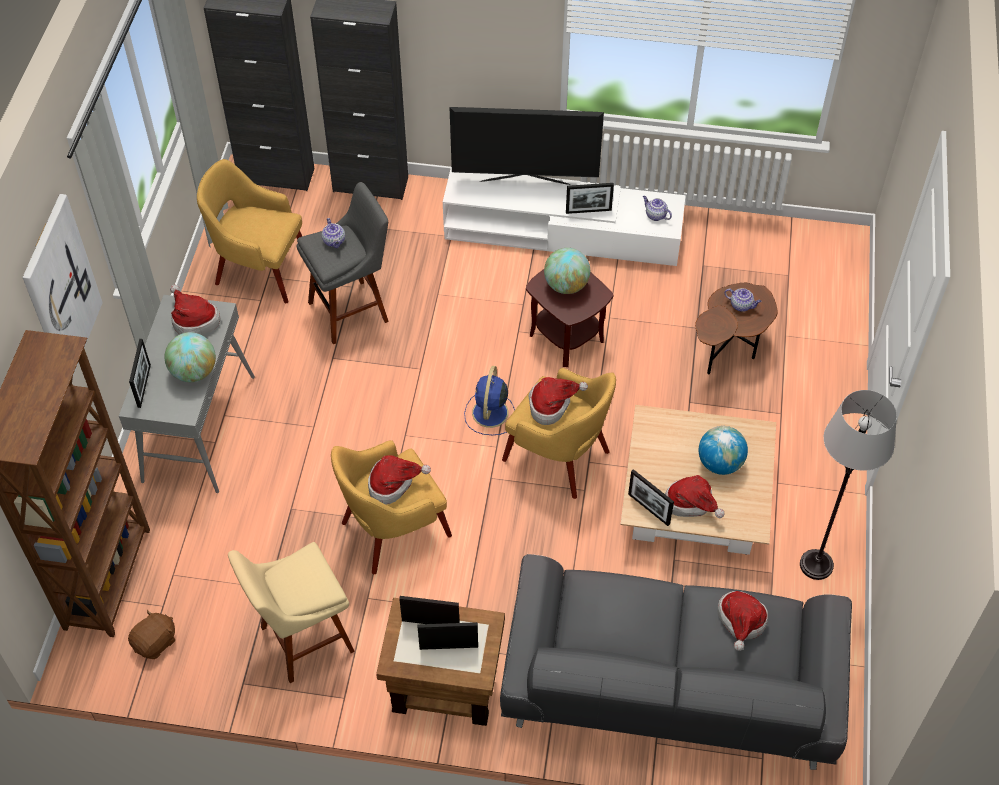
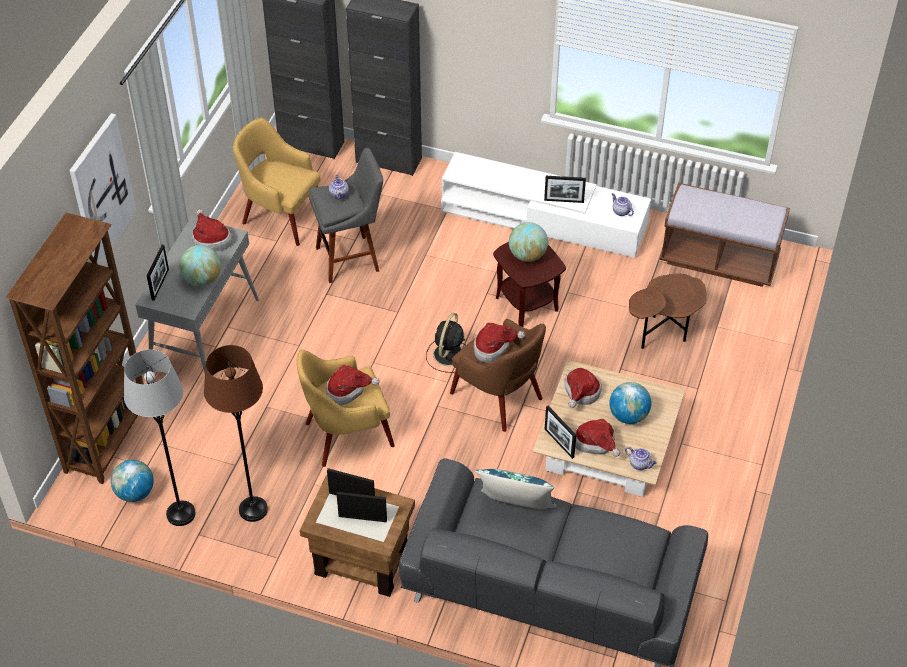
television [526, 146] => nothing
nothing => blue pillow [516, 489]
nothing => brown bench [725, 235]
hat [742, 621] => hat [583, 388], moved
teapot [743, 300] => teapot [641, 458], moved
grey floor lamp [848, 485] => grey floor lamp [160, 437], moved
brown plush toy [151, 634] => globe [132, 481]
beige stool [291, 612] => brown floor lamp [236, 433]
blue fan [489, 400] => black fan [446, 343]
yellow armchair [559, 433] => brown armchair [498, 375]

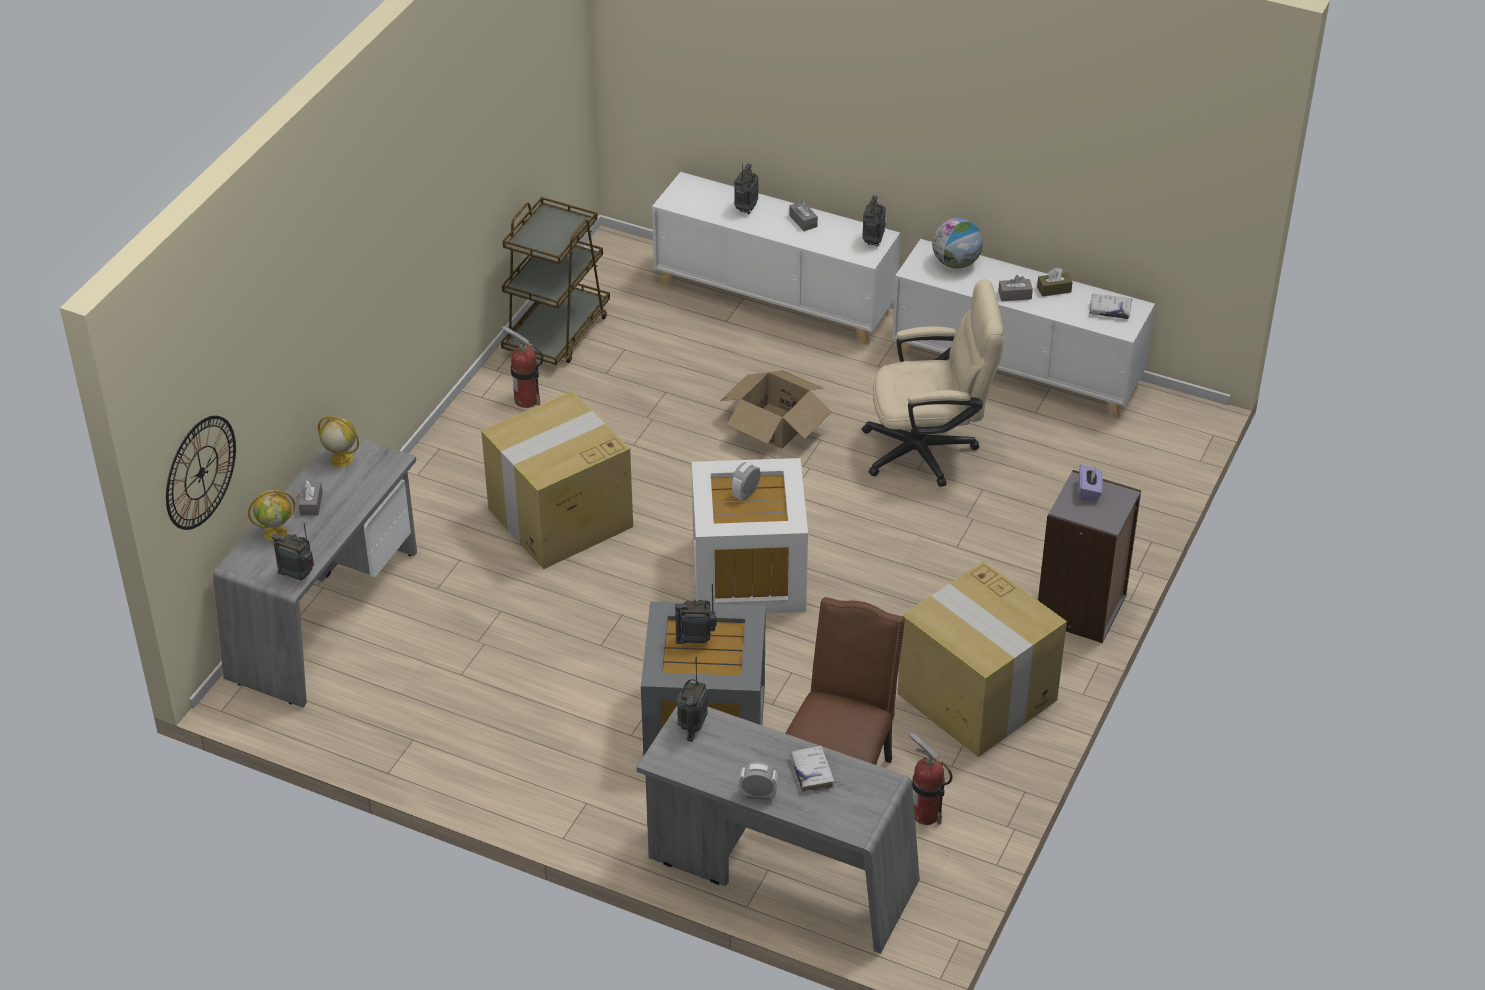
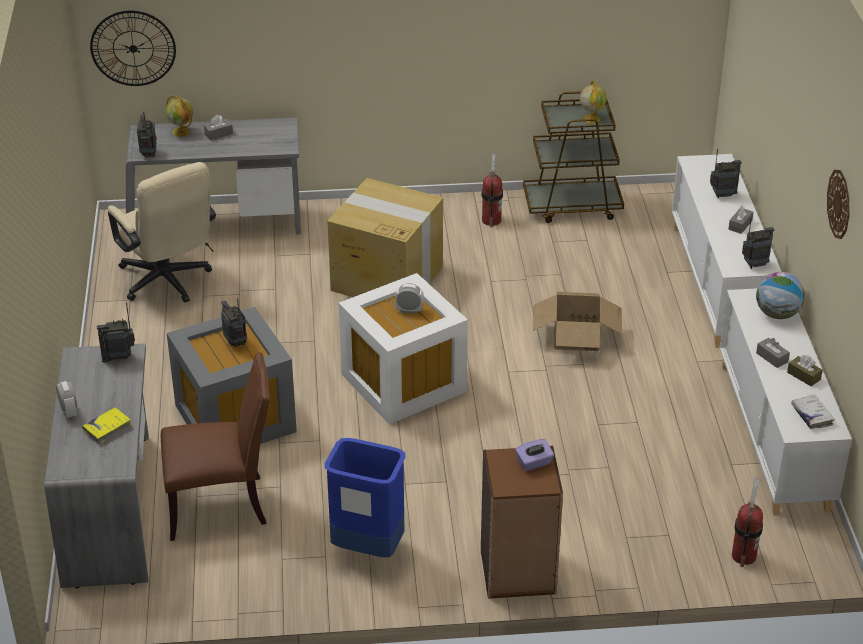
nothing => wall clock [838, 204]
globe [338, 441] => globe [593, 102], moved
beige office chair [933, 383] => beige office chair [162, 232], moved
fire extinguisher [930, 778] => fire extinguisher [747, 522], moved
cardboard box [982, 659] => blue trash can [365, 497]
white book [812, 768] => yellow book [107, 426]
grey bookcase [1089, 556] => brown bookcase [522, 522]

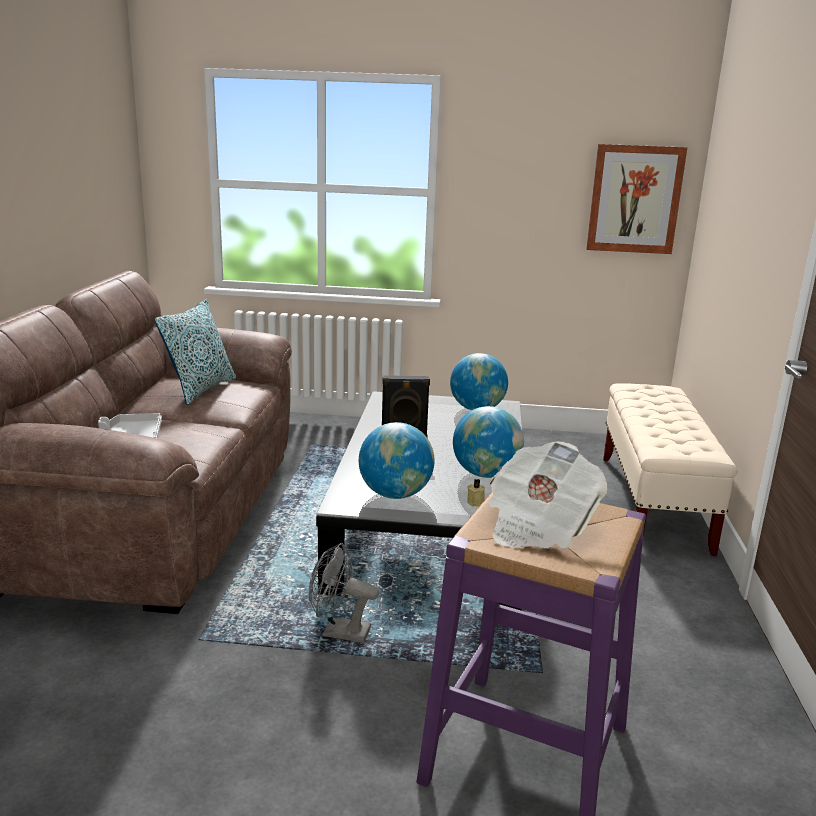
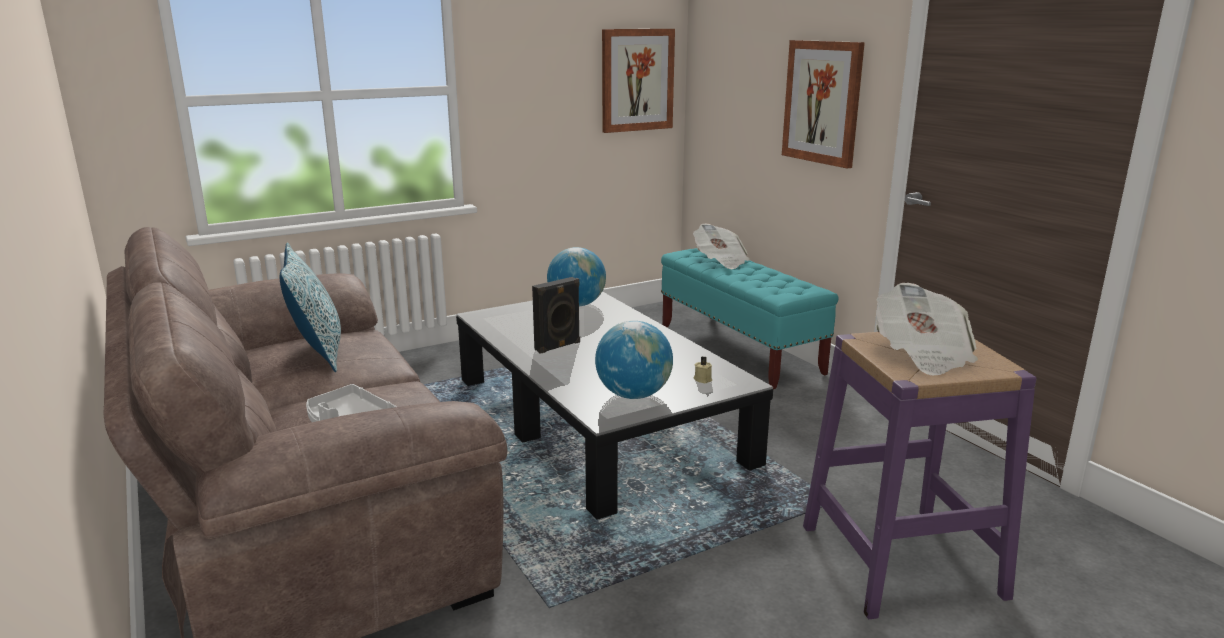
grey fan [344, 593] => nothing
globe [488, 442] => nothing
nothing => newspaper [721, 246]
nothing => picture [823, 104]
beige bench [670, 470] => turquoise bench [750, 318]

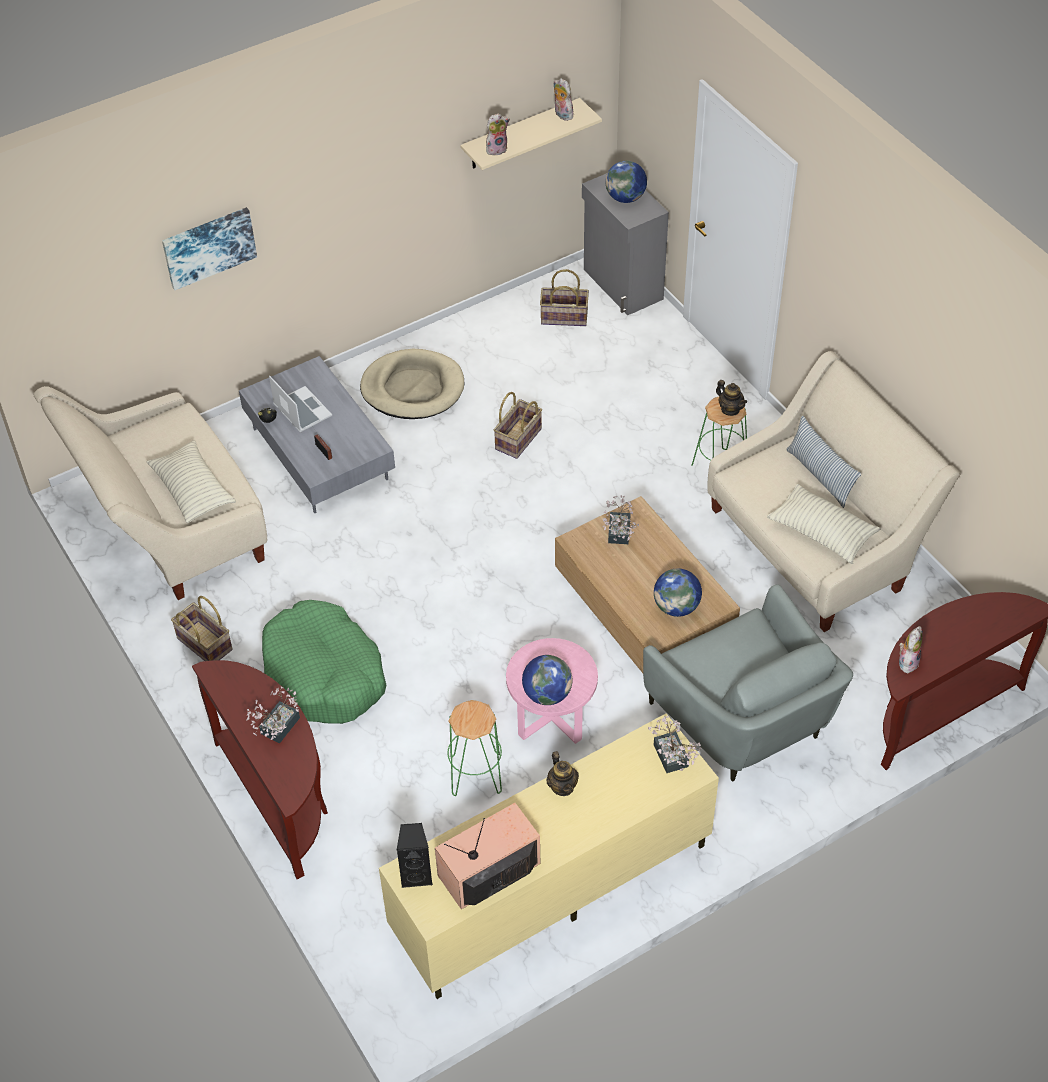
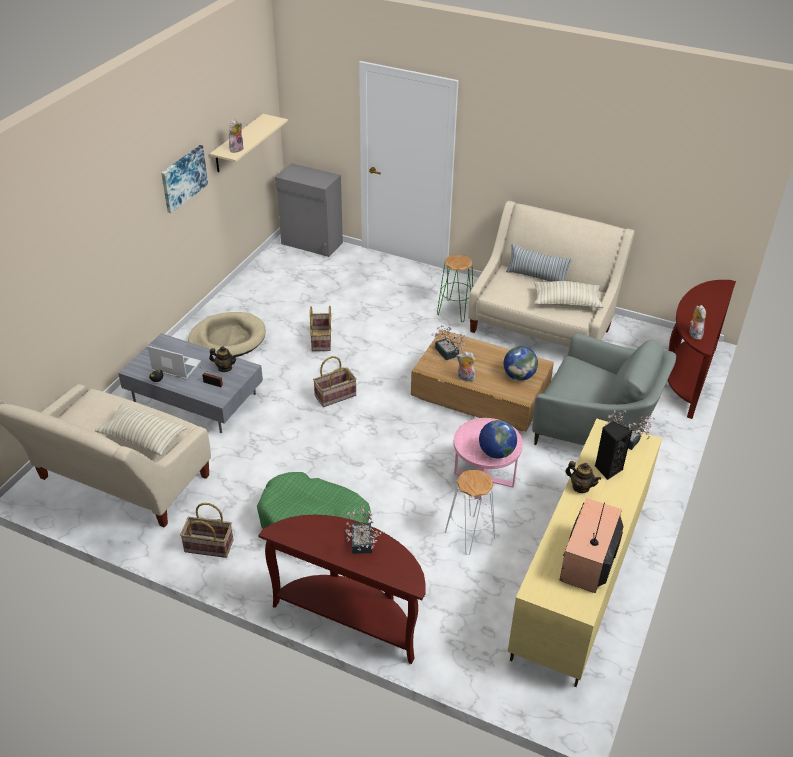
globe [626, 182] => nothing
picture [209, 248] => picture [184, 179], moved
black speaker [414, 855] => black speaker [613, 450], moved
basket [564, 297] => basket [335, 381], moved
plush toy [564, 99] => plush toy [465, 367], moved
teapot [731, 398] => teapot [223, 359], moved
green stool [475, 748] => white stool [470, 512]

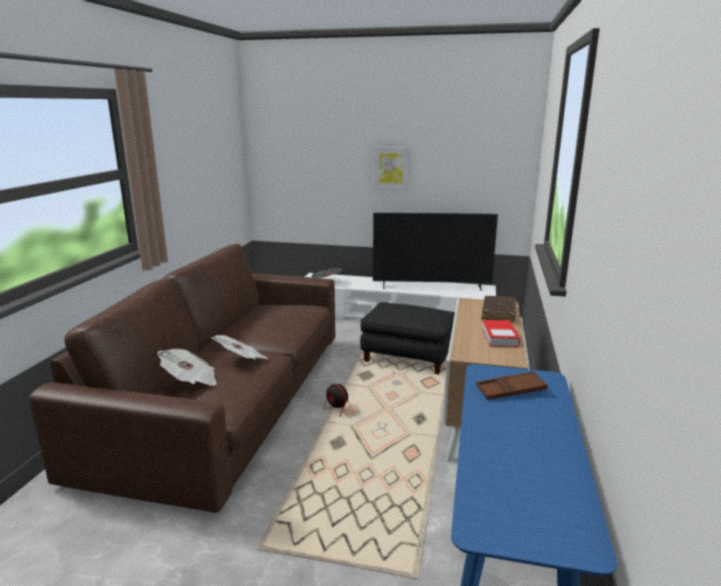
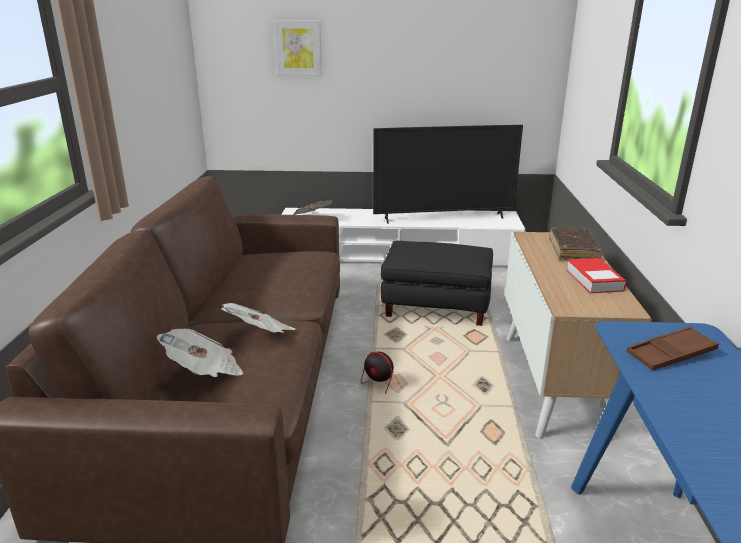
picture [391, 168] => picture [298, 48], moved

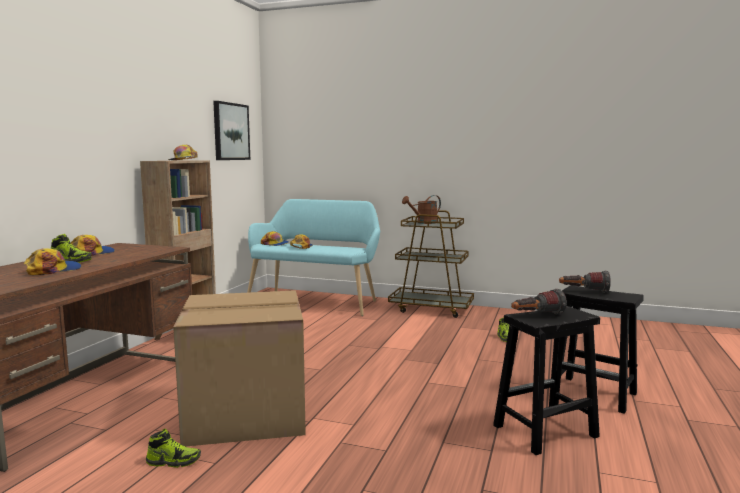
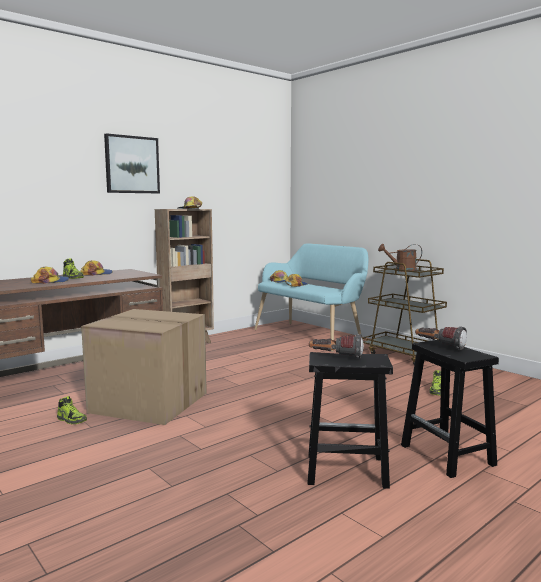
picture [231, 130] => picture [132, 163], moved

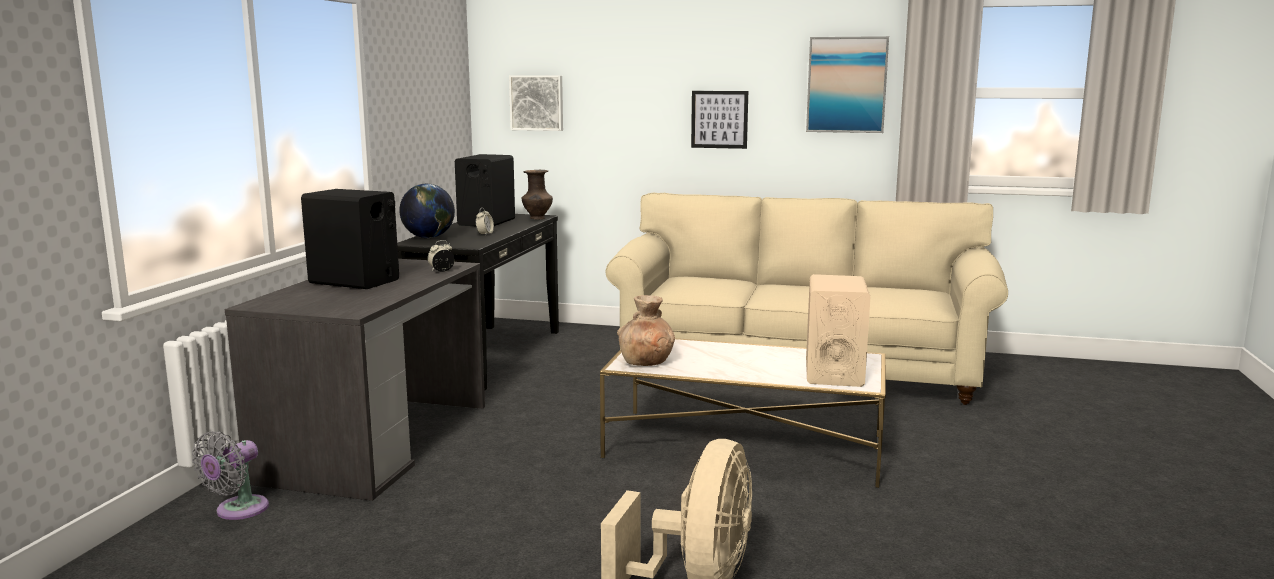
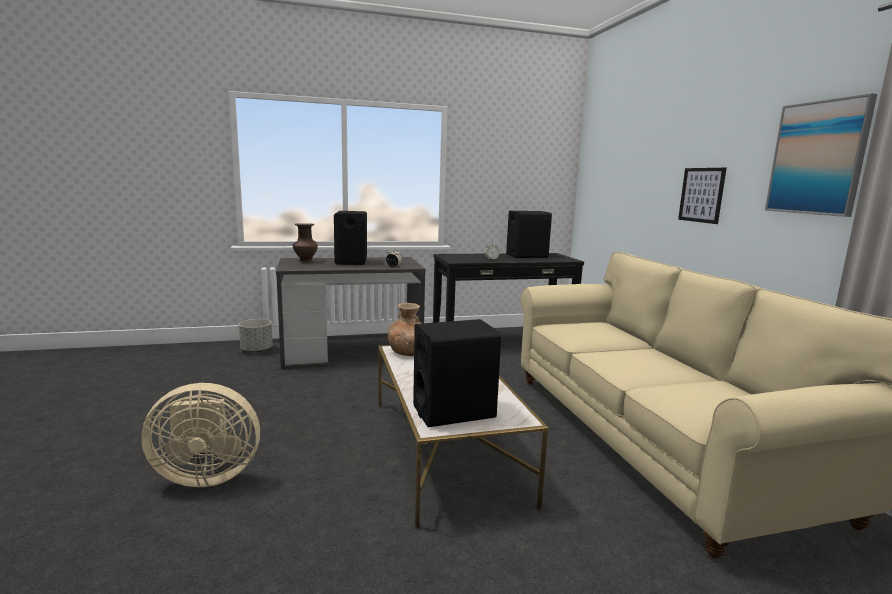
globe [427, 211] => nothing
picture [536, 103] => nothing
brown vase [537, 195] => brown vase [305, 242], moved
grey fan [230, 475] => grey planter [256, 336]
beige speaker [838, 330] => black speaker [457, 373]

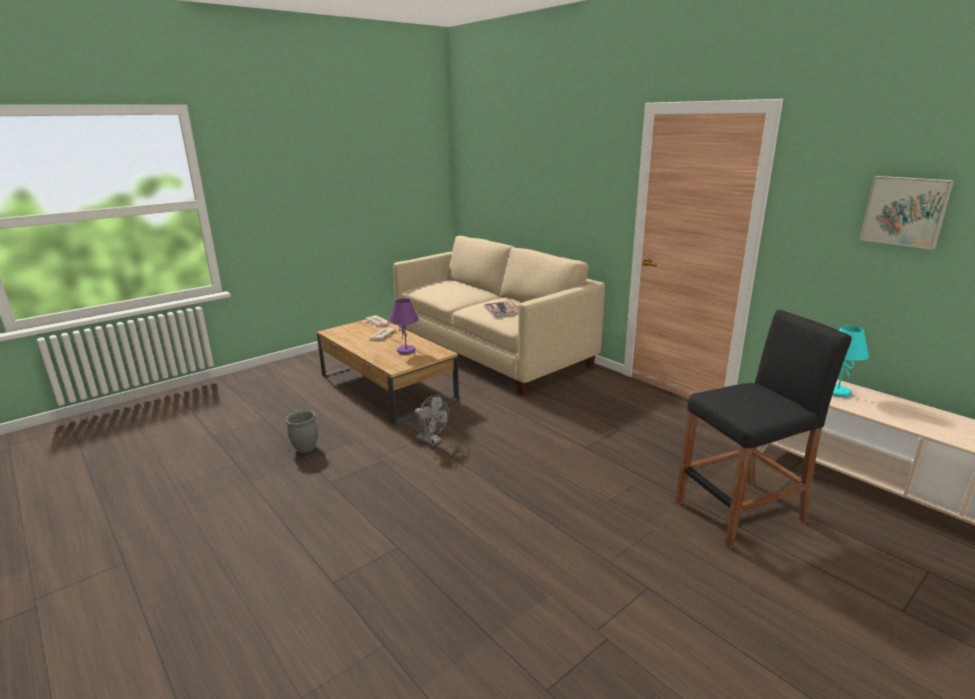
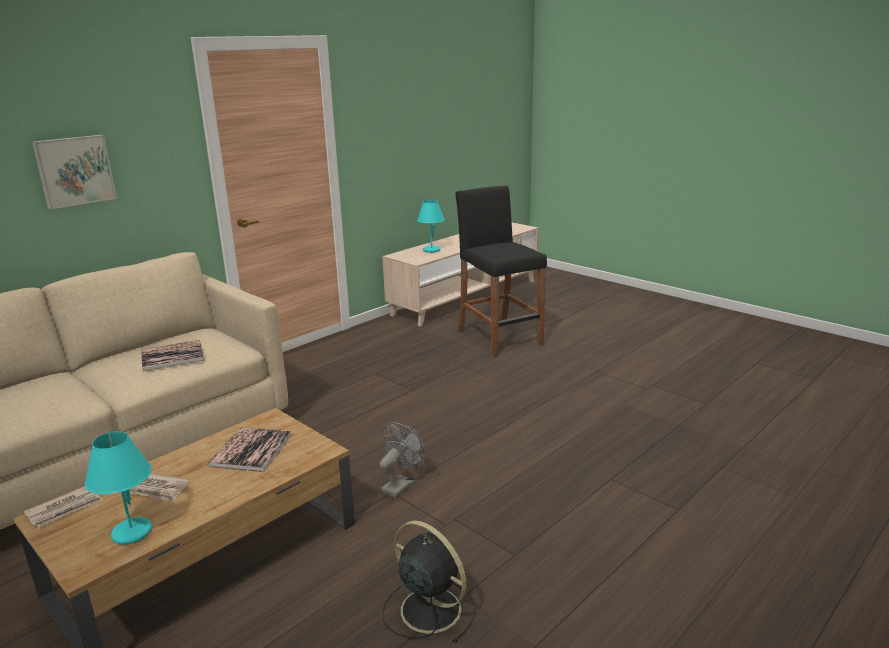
nothing => turquoise table lamp [118, 487]
picture [907, 213] => picture [74, 172], moved
grey planter [302, 431] => black fan [429, 582]
purple table lamp [404, 326] => book [249, 449]

